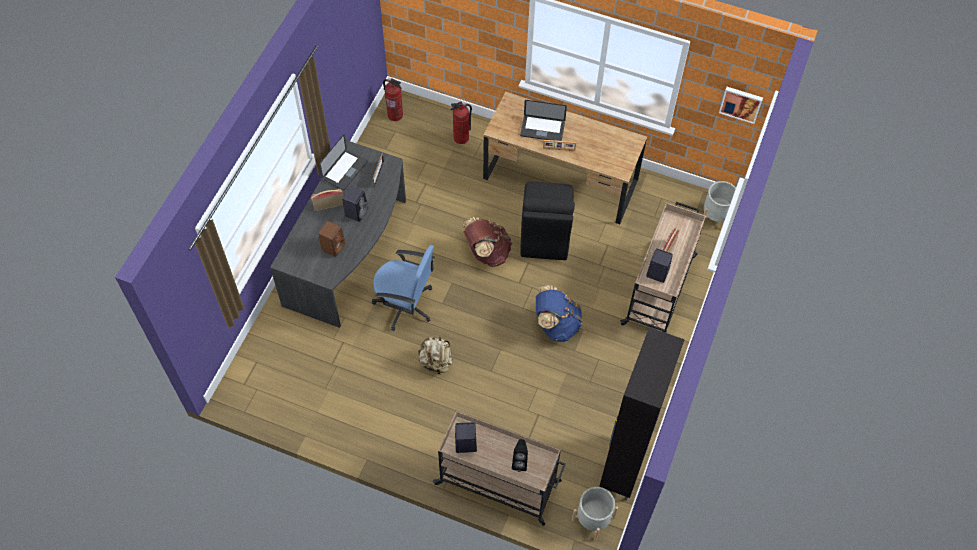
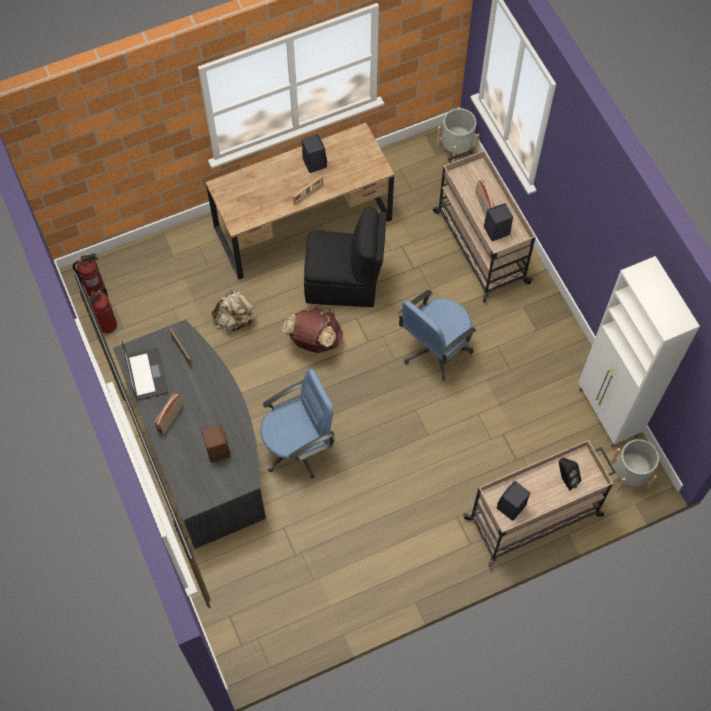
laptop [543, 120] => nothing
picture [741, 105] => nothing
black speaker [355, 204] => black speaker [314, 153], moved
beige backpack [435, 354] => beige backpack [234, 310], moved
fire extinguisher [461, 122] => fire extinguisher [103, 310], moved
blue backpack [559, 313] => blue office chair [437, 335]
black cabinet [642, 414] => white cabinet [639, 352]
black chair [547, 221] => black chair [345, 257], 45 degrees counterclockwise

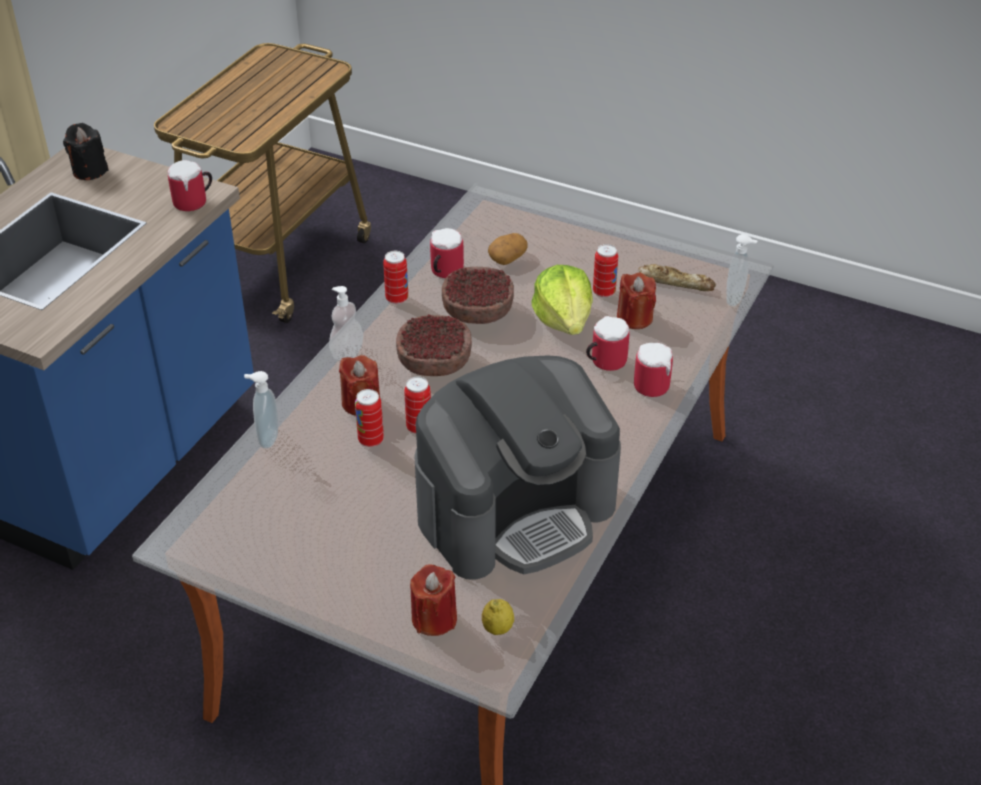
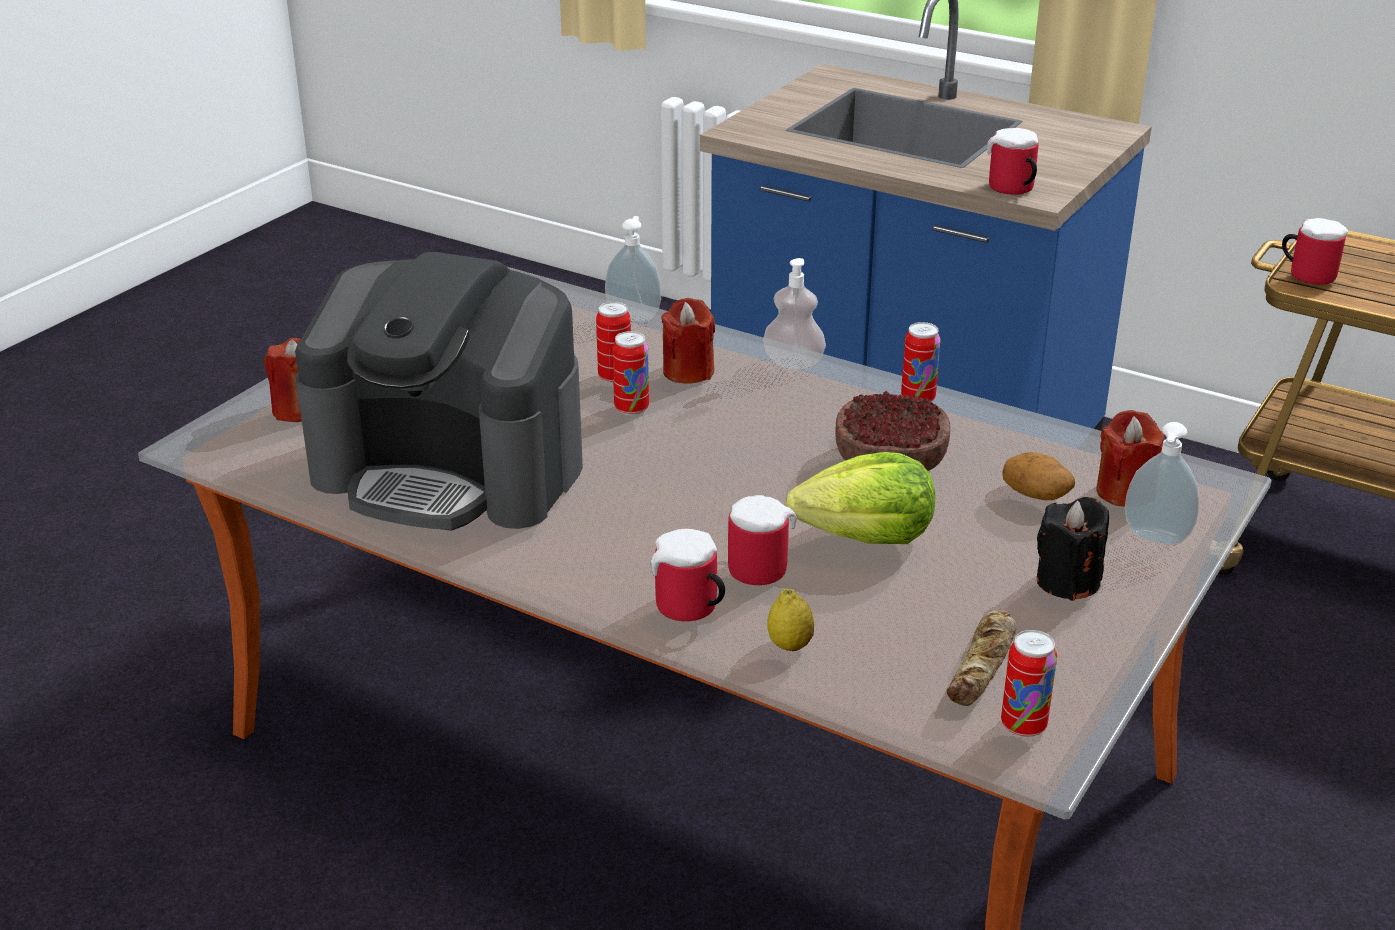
bowl [434, 345] => nothing
black candle [85, 151] => black candle [1073, 549], moved
mug [447, 253] => mug [1315, 251], moved
lemon [498, 617] => lemon [790, 620], moved
can [605, 271] => can [1029, 683], moved
red candle [636, 301] => red candle [1130, 458], moved
soap dispenser [741, 270] => soap dispenser [1162, 483], moved
coffee machine [517, 468] => coffee machine [439, 391], 45 degrees counterclockwise

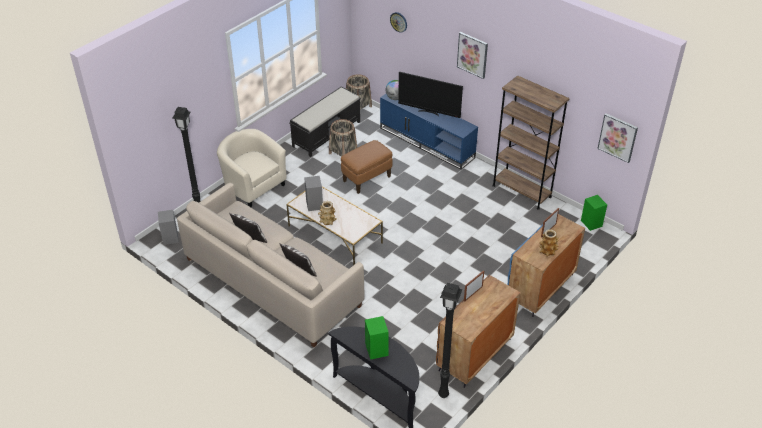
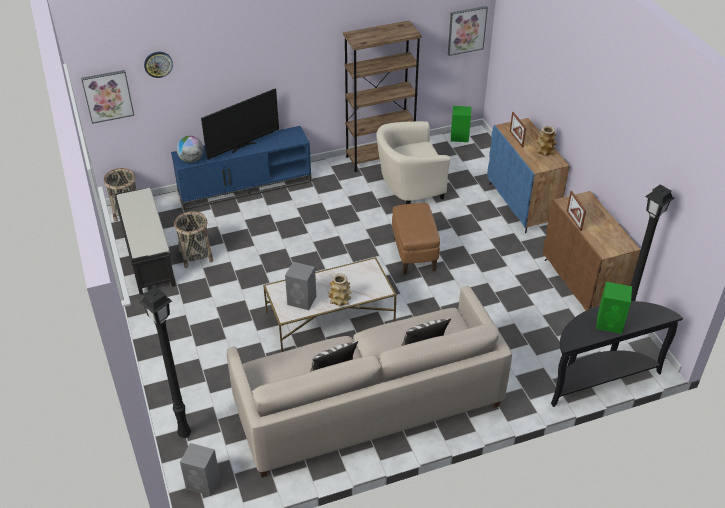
beige armchair [252, 168] => beige armchair [413, 162], moved
brown ottoman [367, 167] => brown ottoman [416, 239], moved
picture [472, 55] => picture [107, 97], moved

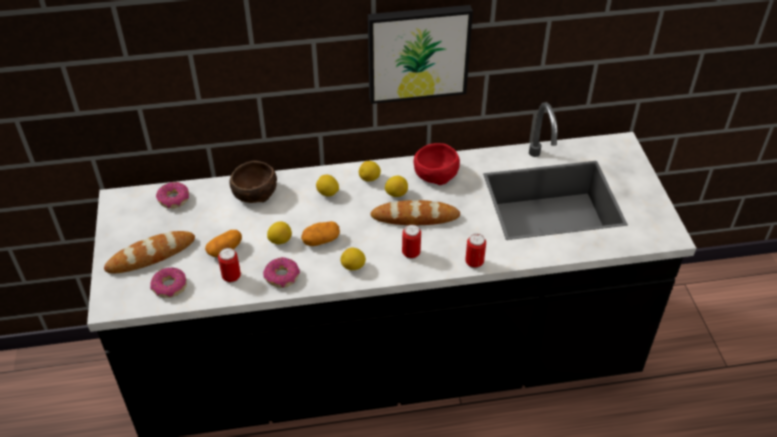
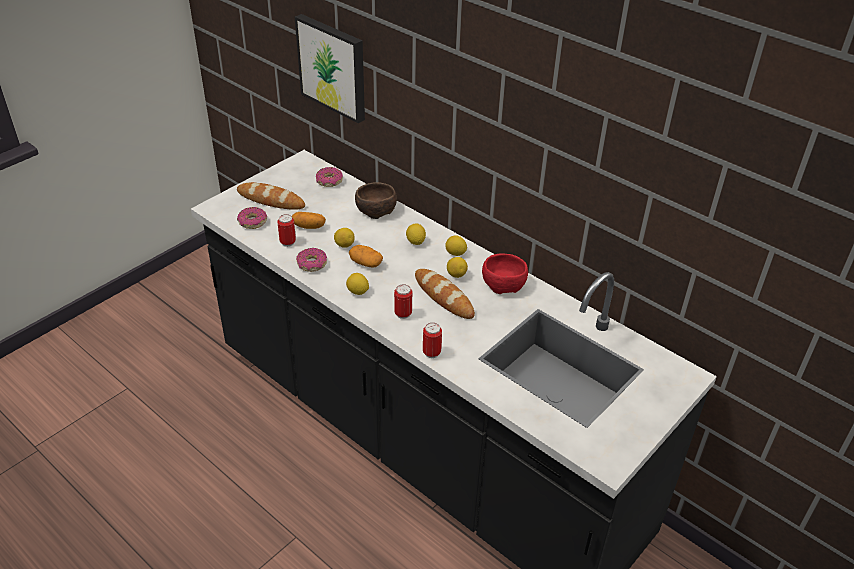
picture [420, 54] => picture [330, 68], moved

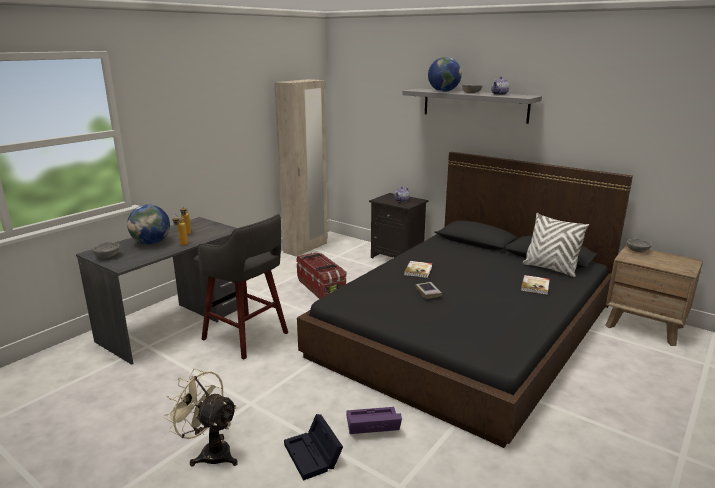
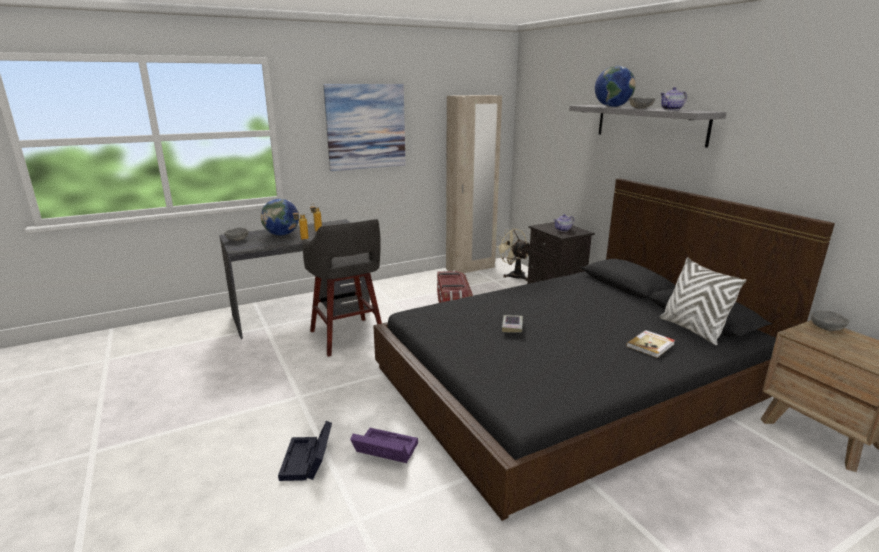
book [418, 269] => nothing
nothing => picture [364, 127]
beige fan [200, 417] => beige fan [512, 254], moved

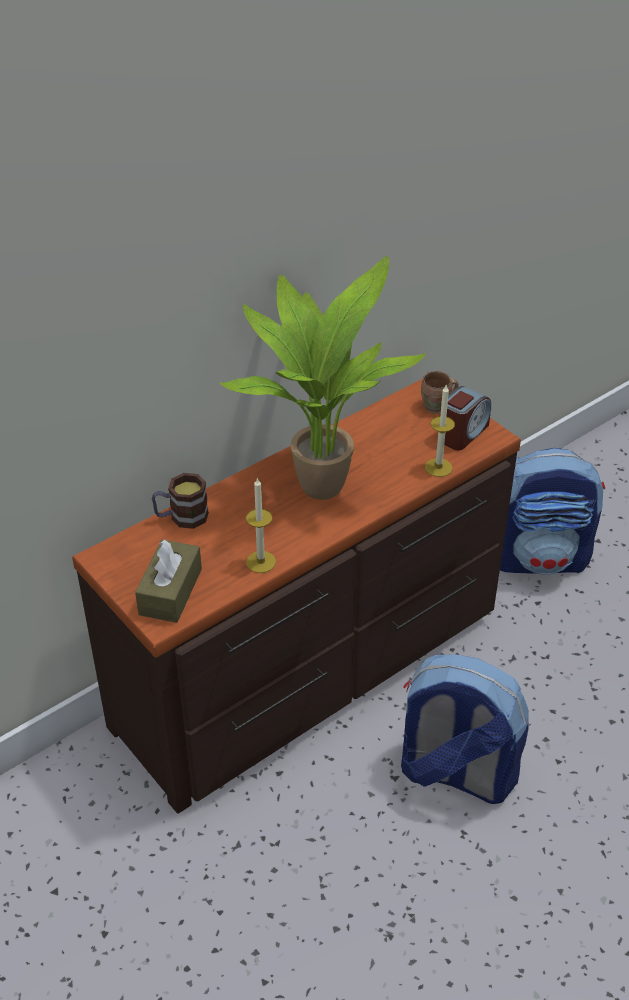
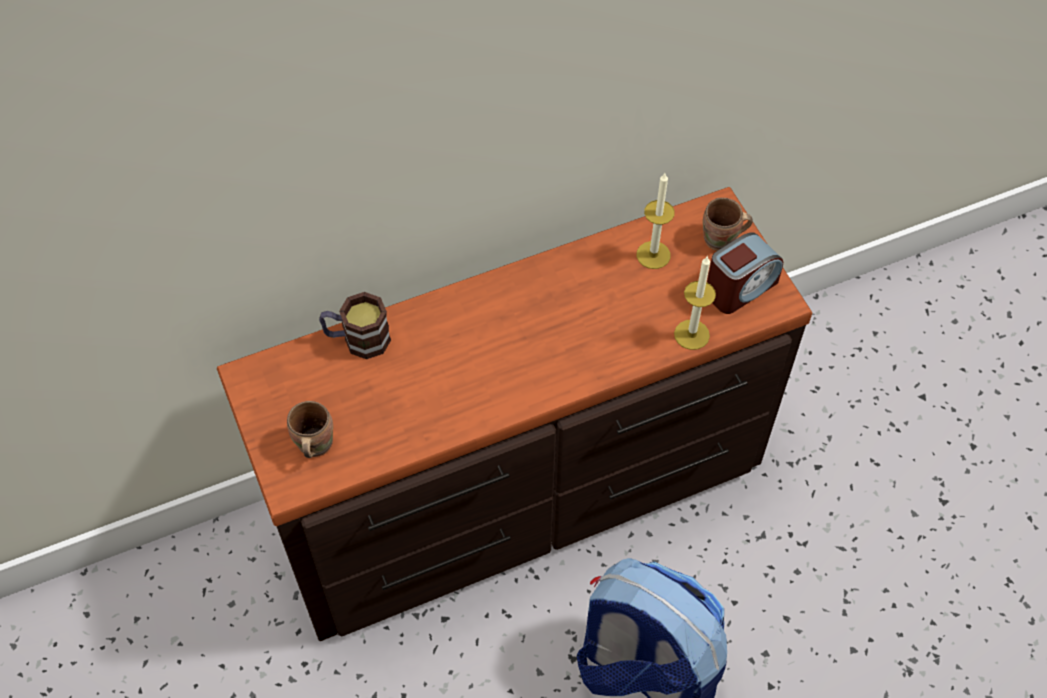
potted plant [323, 378] => nothing
backpack [552, 511] => nothing
candle [261, 525] => candle [656, 221], moved
brown tissue box [168, 581] => brown mug [310, 429]

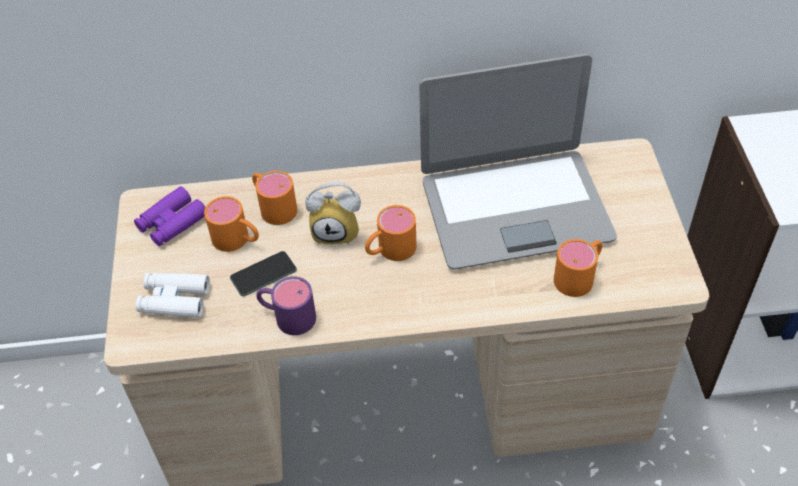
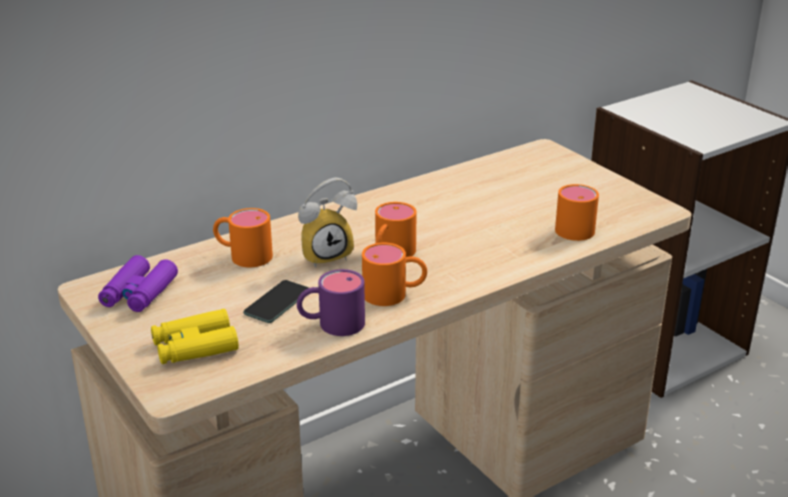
laptop [518, 161] => nothing
orange mug [231, 224] => orange mug [394, 274], moved
white binoculars [173, 295] => yellow binoculars [195, 336]

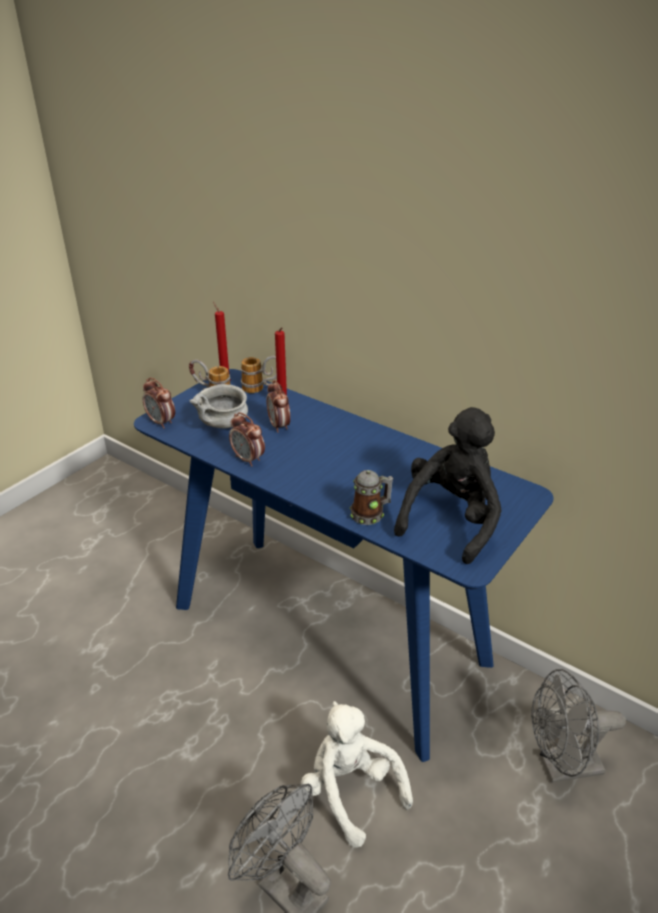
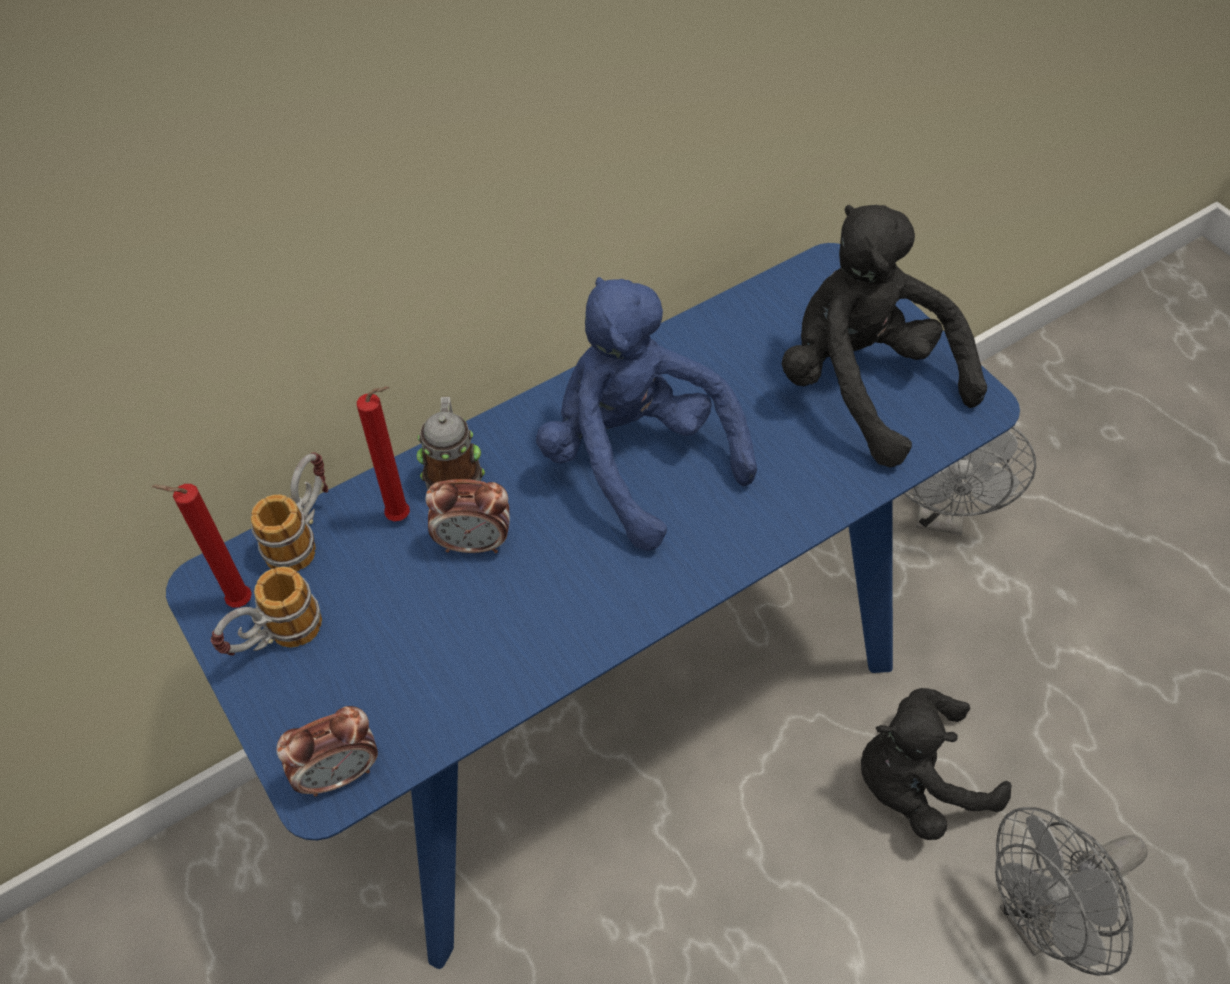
grey bowl [218, 406] => nothing
alarm clock [247, 439] => nothing
nothing => blue plush toy [646, 414]
mug [371, 497] => mug [451, 443], moved
white plush toy [357, 774] => black plush toy [936, 764]

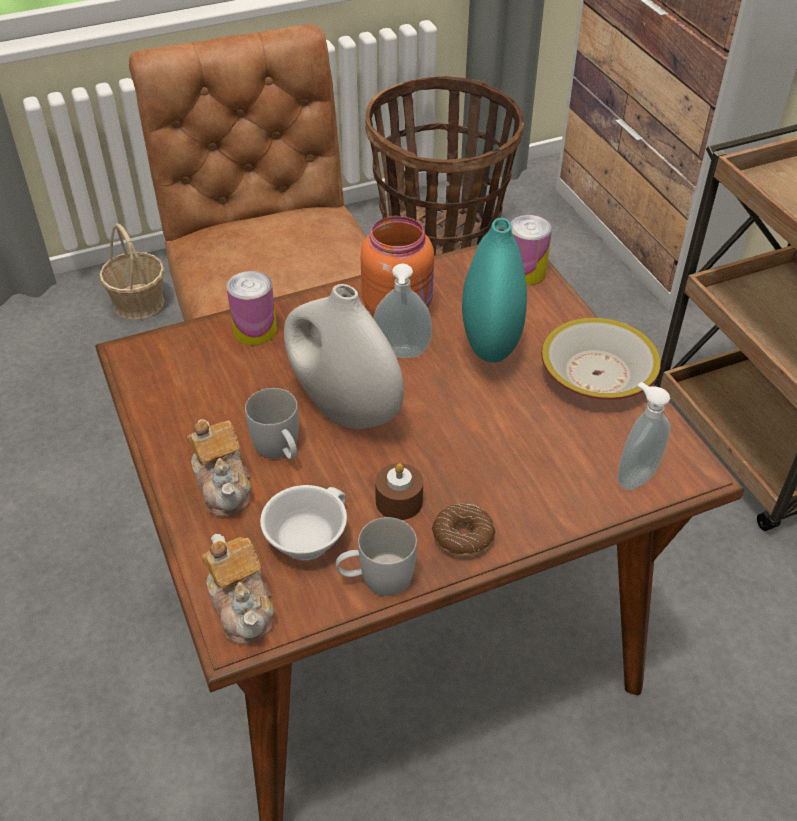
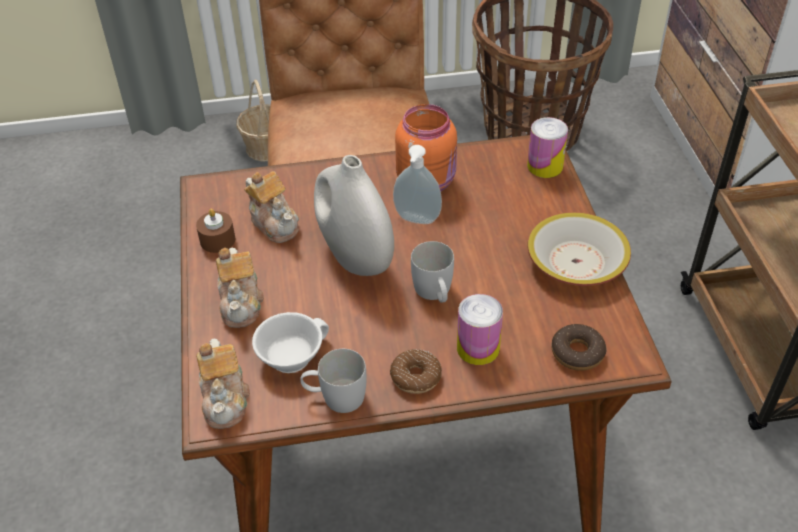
turquoise vase [494, 290] => nothing
nothing => teapot [271, 207]
can [251, 308] => can [480, 329], moved
white mug [272, 424] => white mug [432, 272], moved
brown candle [399, 491] => brown candle [215, 231], moved
soap dispenser [643, 436] => donut [578, 347]

